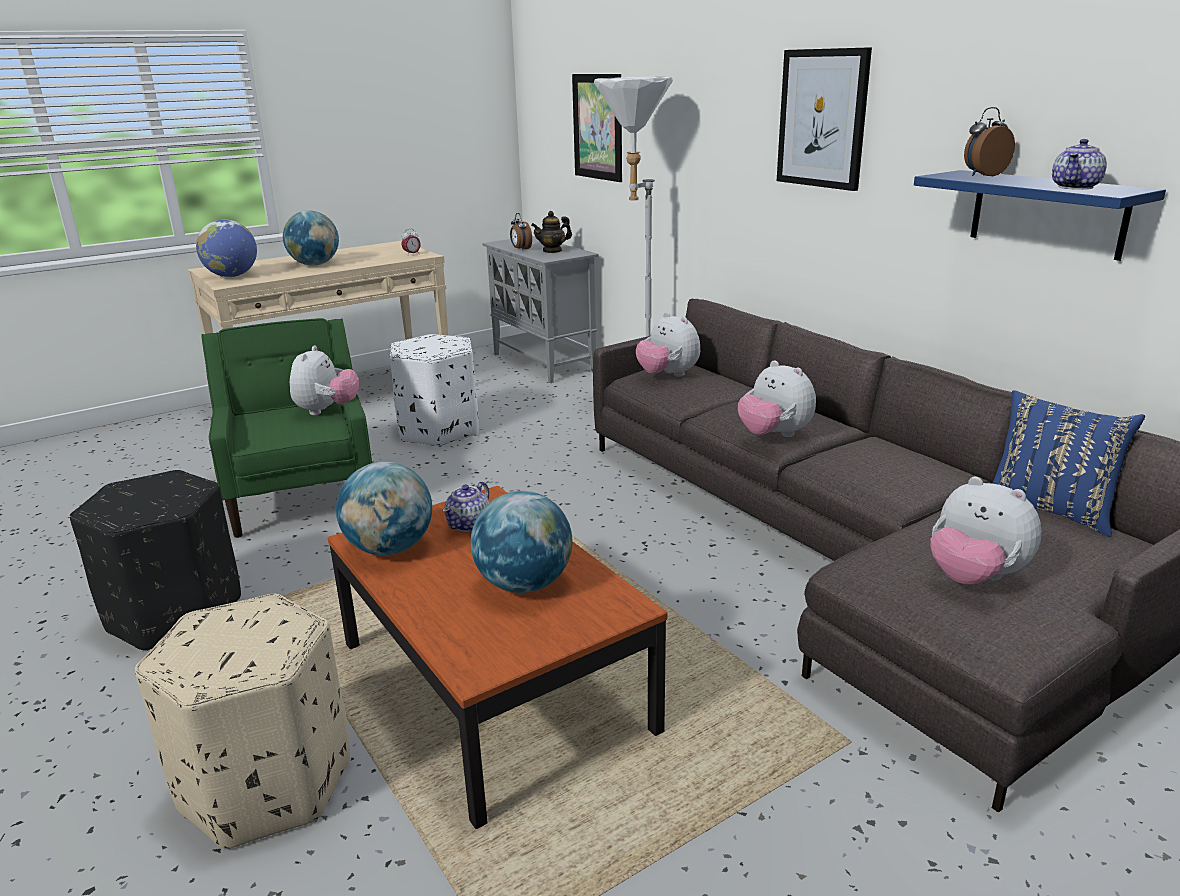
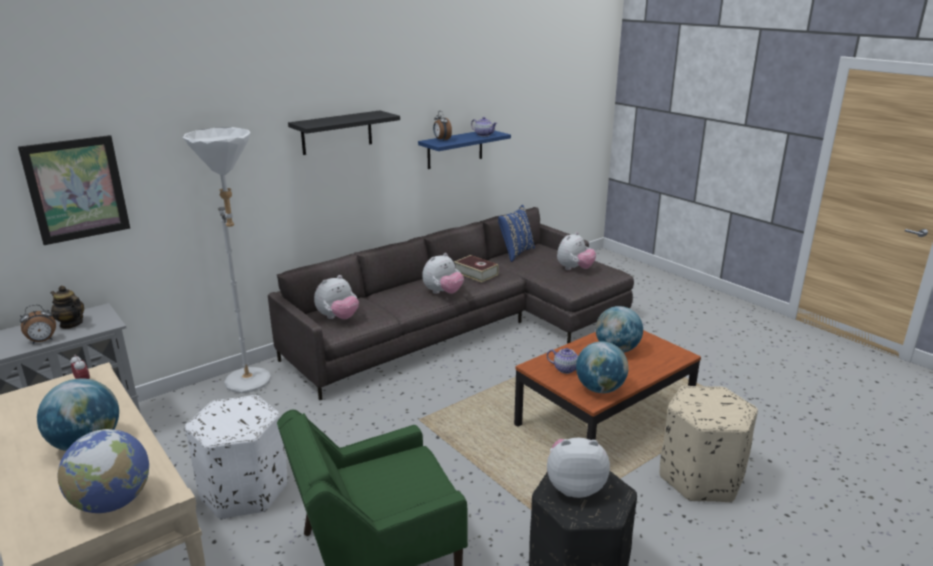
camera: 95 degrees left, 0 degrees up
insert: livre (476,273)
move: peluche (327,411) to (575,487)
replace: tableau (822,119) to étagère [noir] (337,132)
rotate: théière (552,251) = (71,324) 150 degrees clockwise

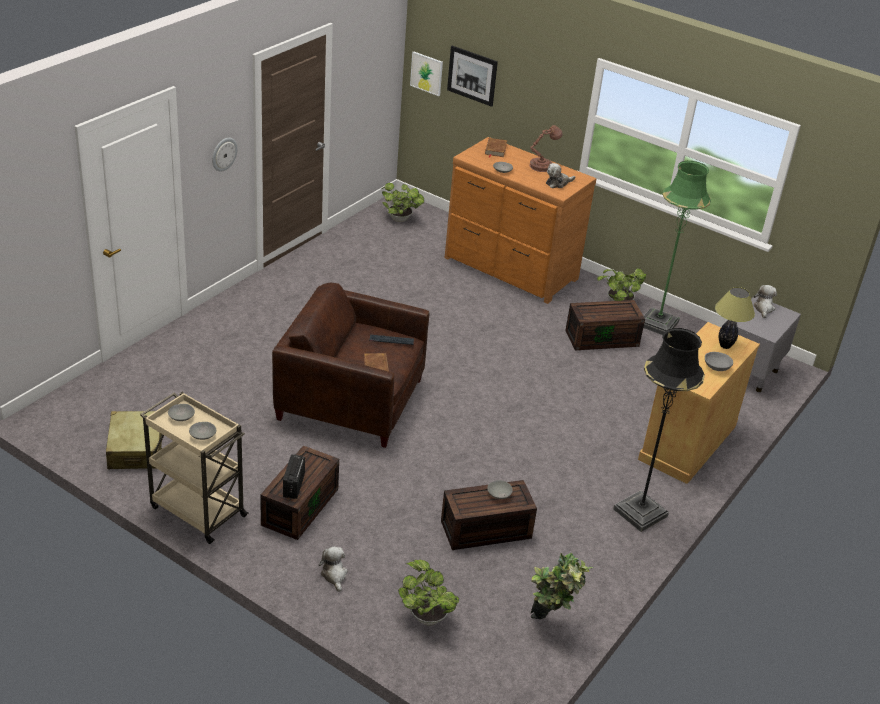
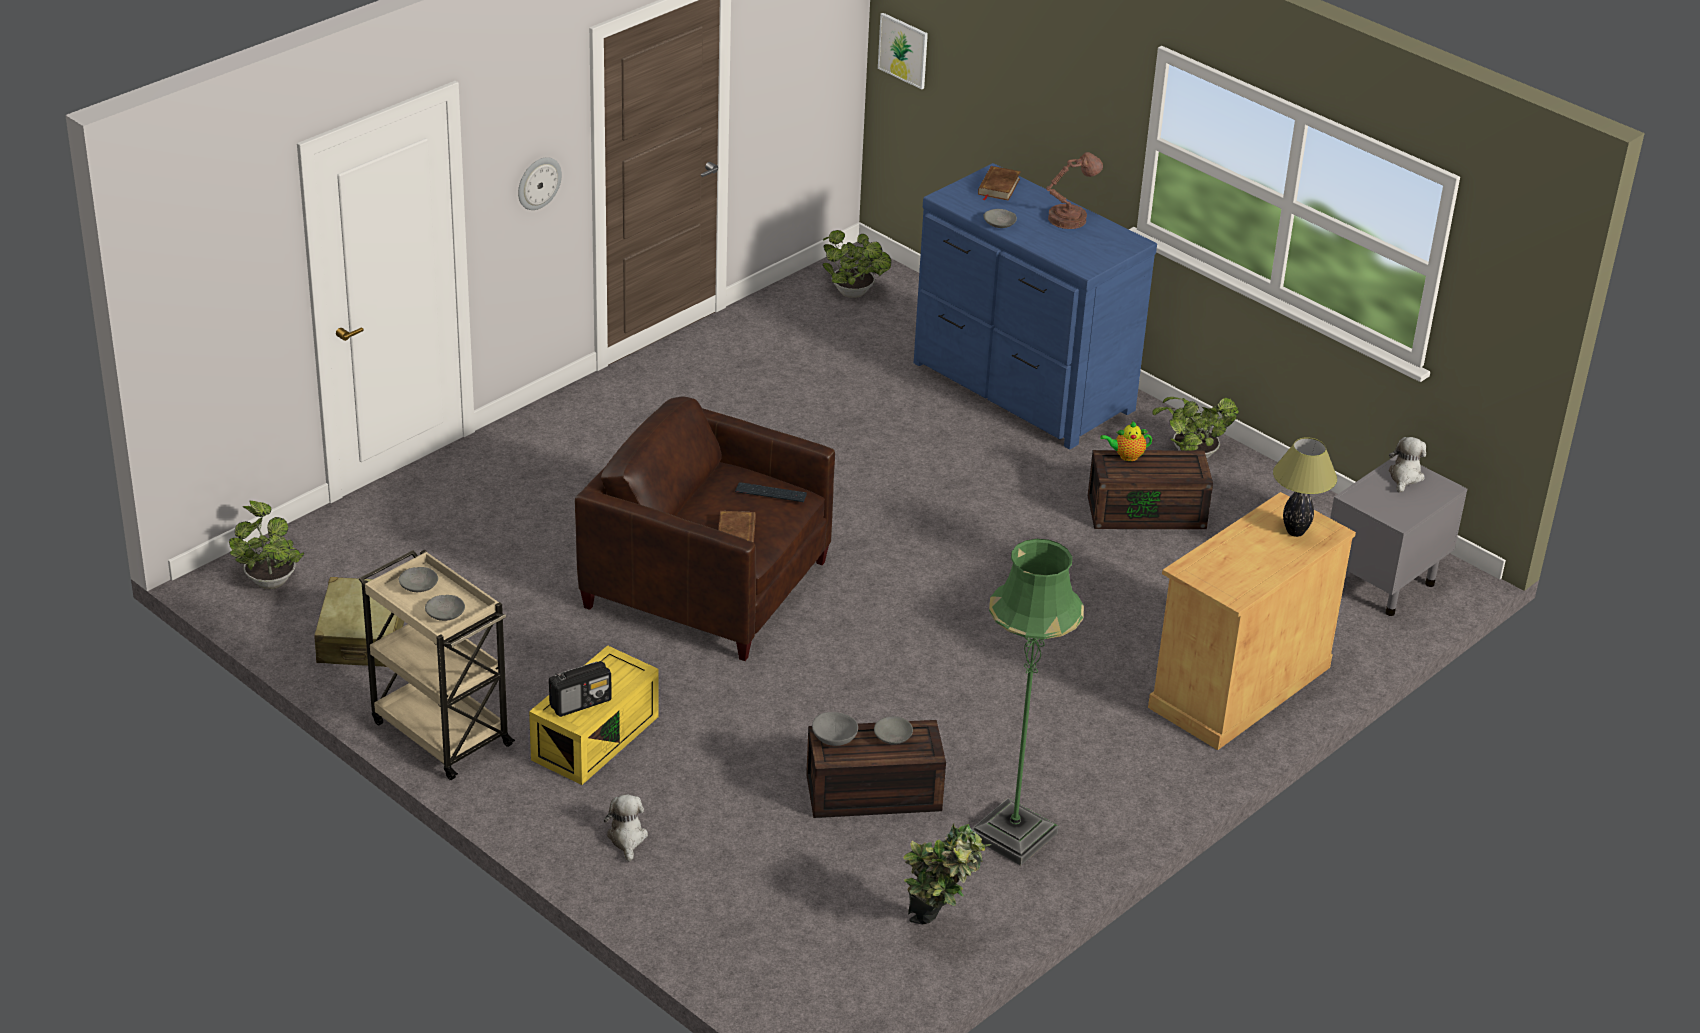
camera: 10 degrees right, 0 degrees up
delete: tableau (472,75); peluche (558,183); lampadaire [noir] (640,513)
insert: théière (1126,456)
move: plante en pot (426,615) to (269,579); lampadaire [vert] (658,324) to (1013,835); bol [gris] (716,368) to (834,739)
recolor: boîte de rangement [marron] (299,505) to boîte de rangement [jaune] (594,736); commode [marron] (510,269) to commode [bleu] (1021,388)
rotate: radio (293,486) = (581,703) 135 degrees counterclockwise

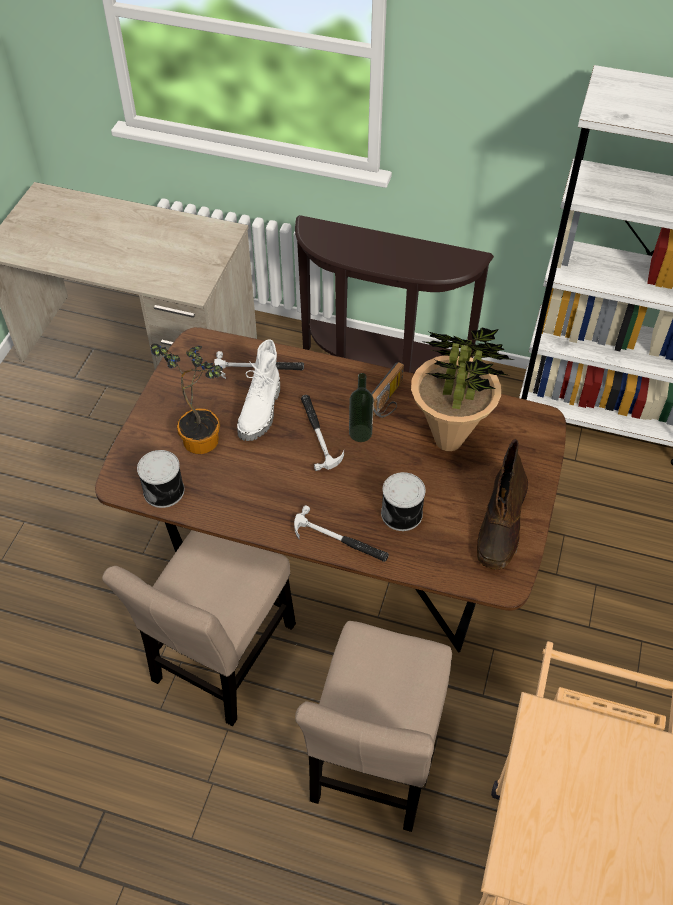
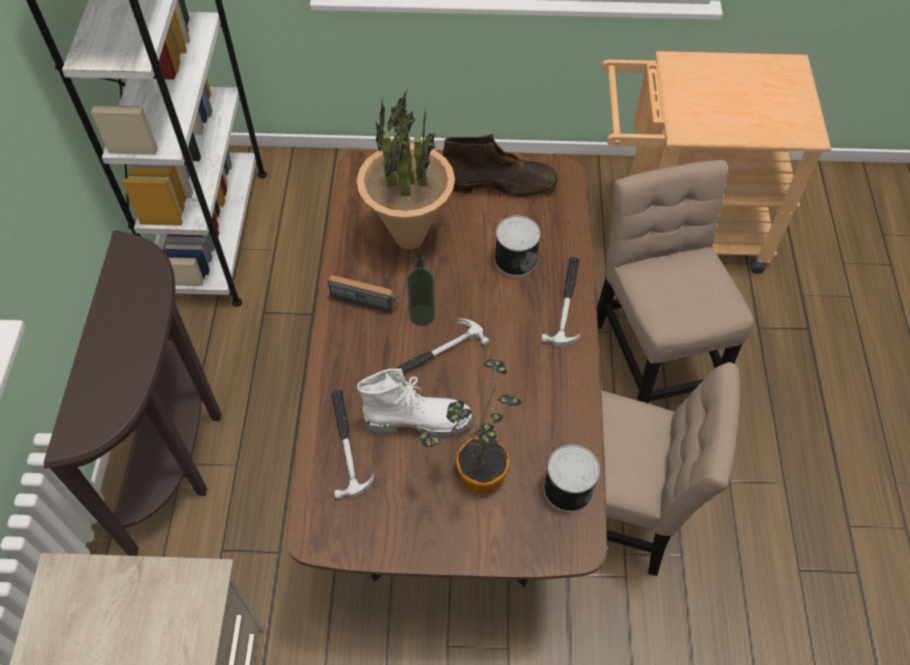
camera: 105 degrees left, 5 degrees up
rotate: chaise [beige] (375,761) = (651,356) 105 degrees counterclockwise

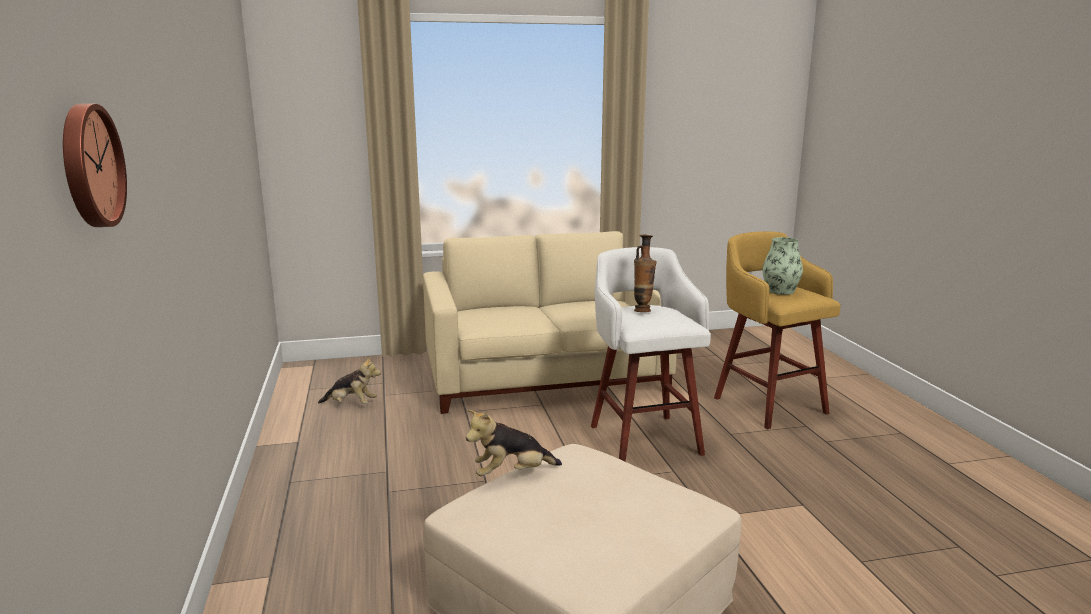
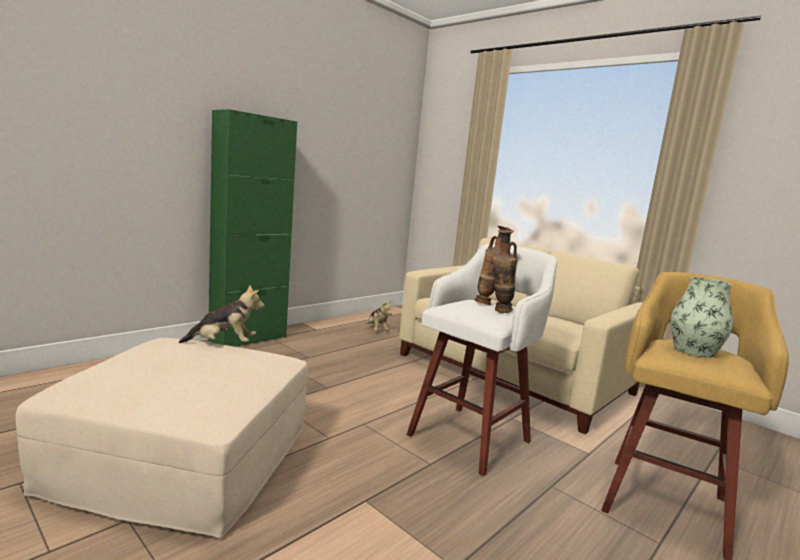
camera: 55 degrees right, 5 degrees down
delete: horloge murale (88,166)
insert: meuble de rangement [vert] (248,338); vase (499,311)
rotate: peluche (511,474) = (223,344) 135 degrees clockwise

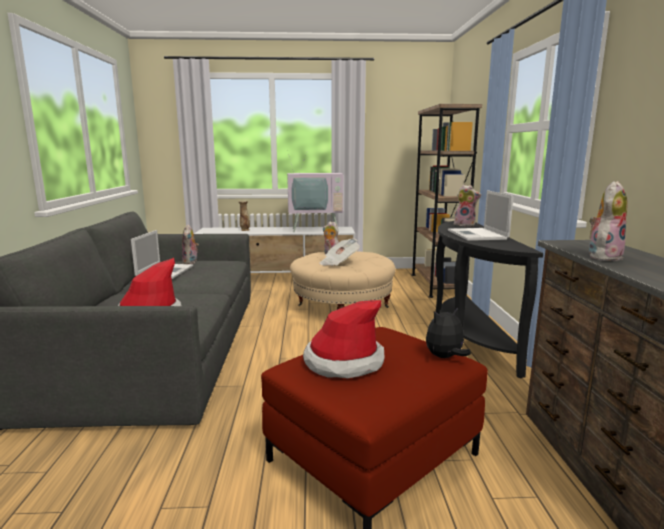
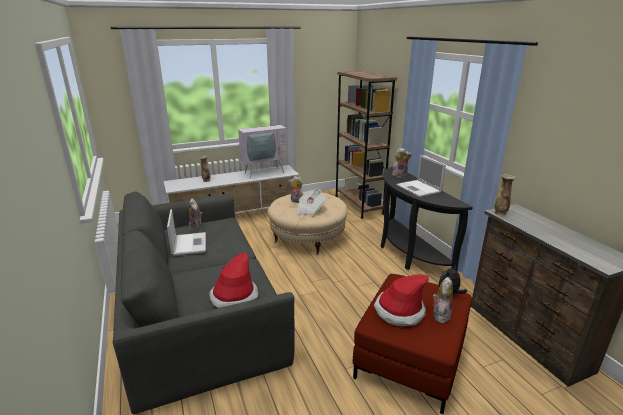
camera: 20 degrees left, 10 degrees up
insert: vase (500,213)
move: peluche (603,256) to (440,315)

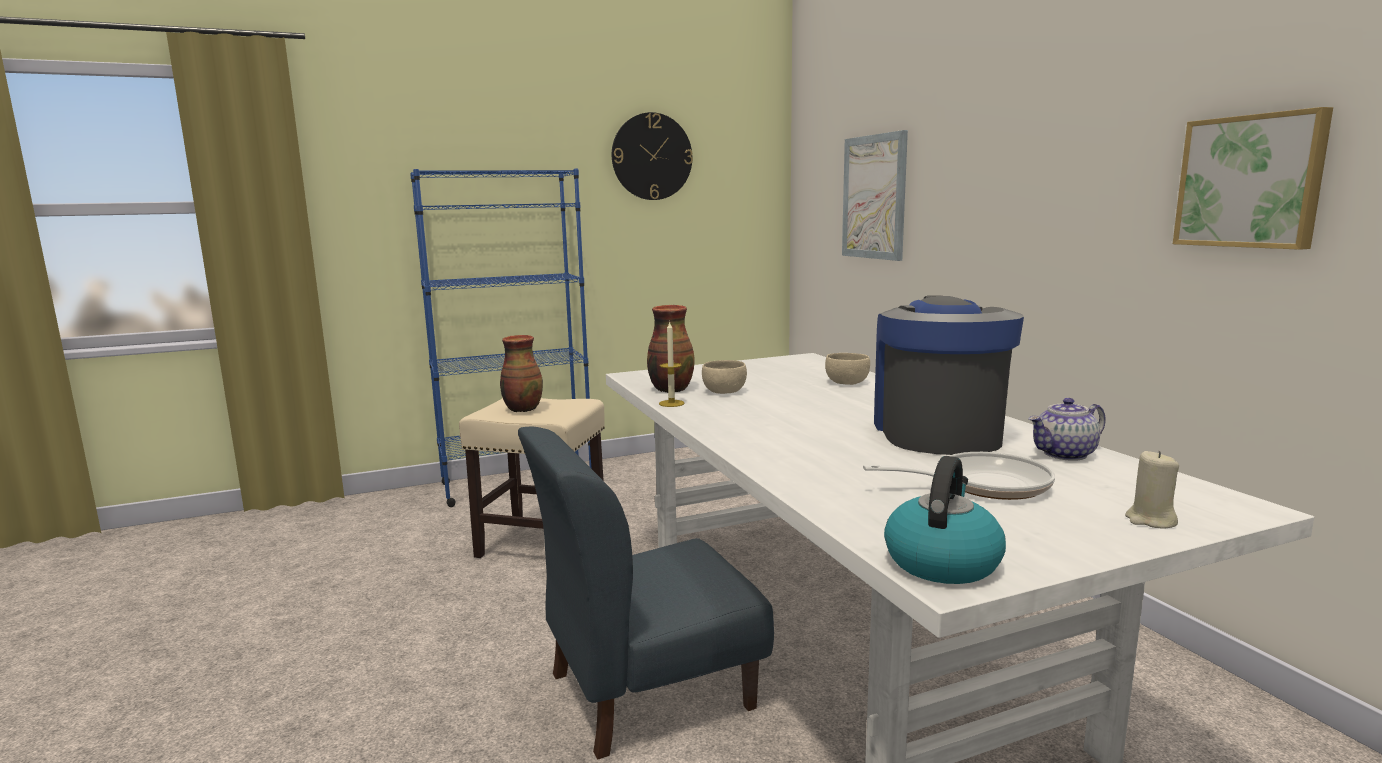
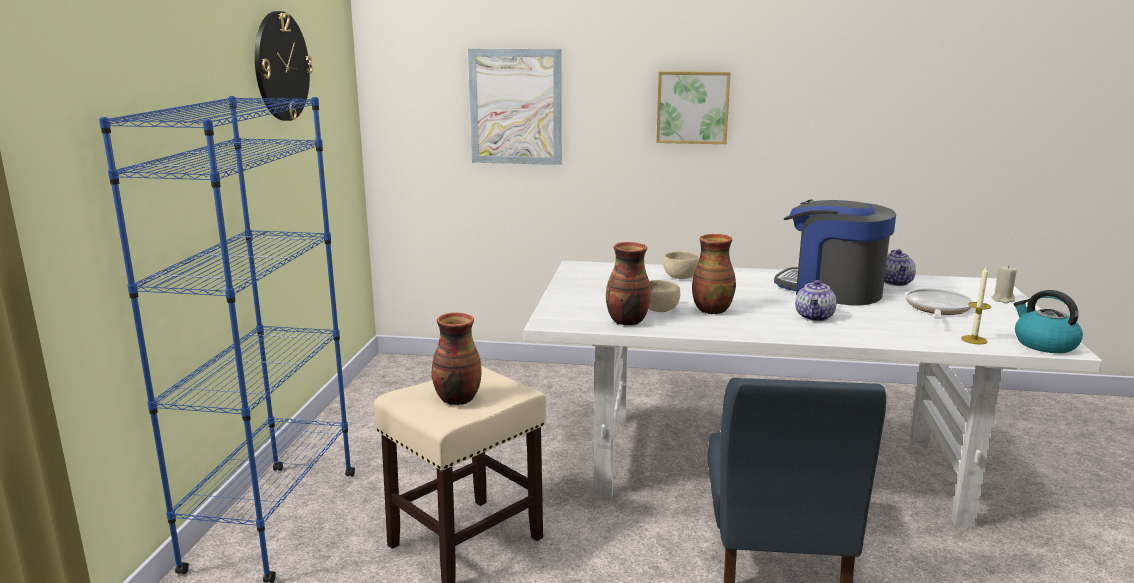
camera: 60 degrees left, 5 degrees up
insert: vase (711,310); théière (815,317)
move: bougie (671,403) to (974,340); tableau (1250,181) to (692,107)

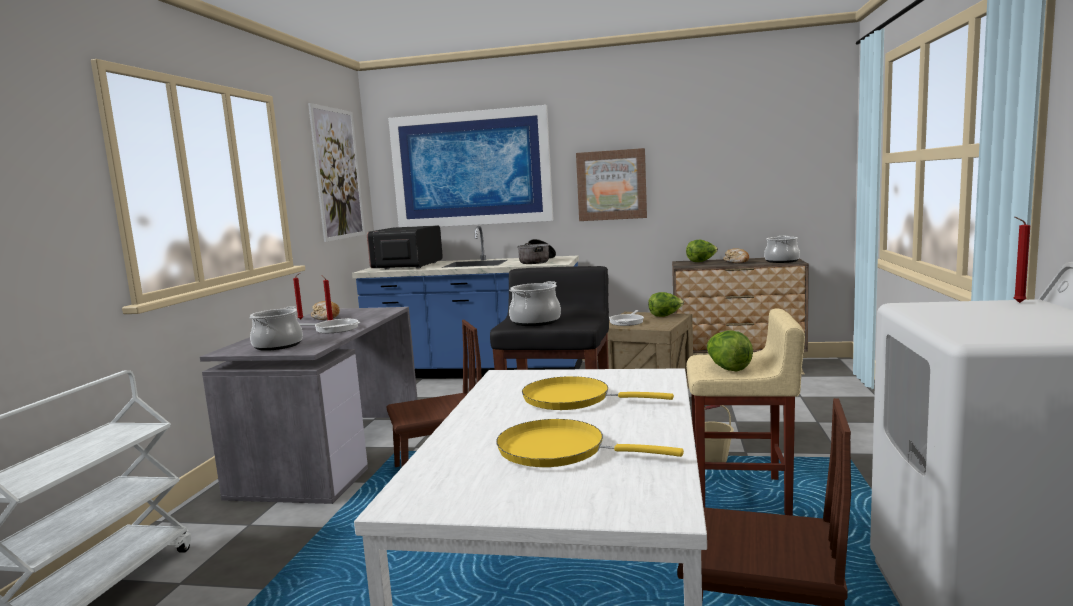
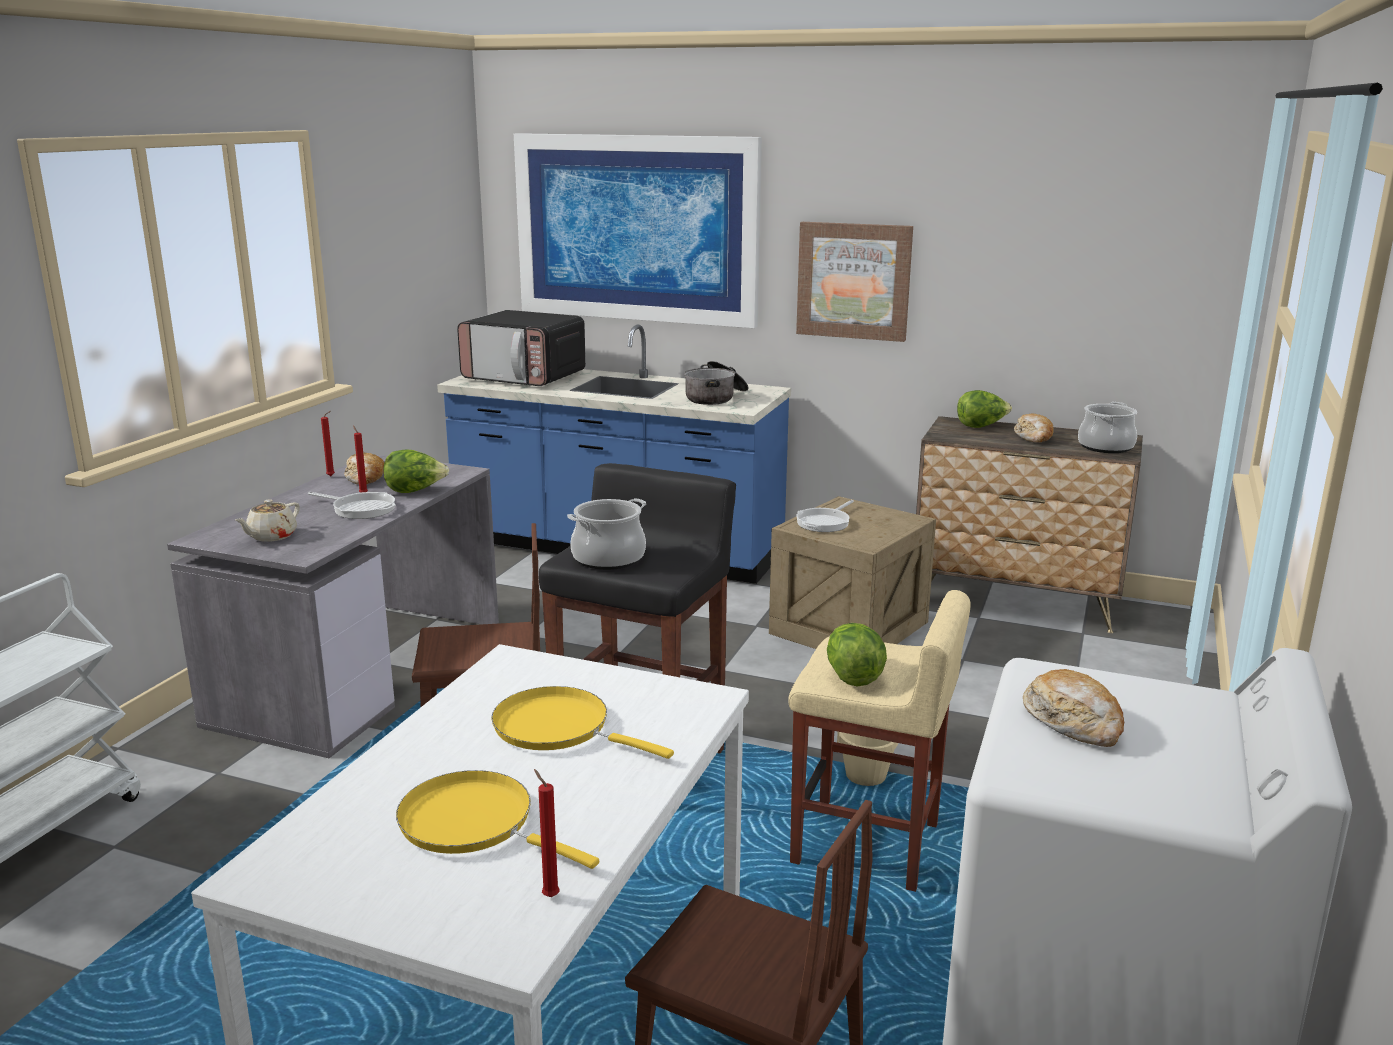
camera: 10 degrees right, 10 degrees up
delete: tableau (338,174)
insert: pain (1073,722)
move: laitue (665,316) to (415,491); bougie [rouge] (1017,302) to (549,895)
replace: marmite (277,345) to théière [beige] (271,536)
rotate: micro-ondes (407,266) = (525,377) 90 degrees counterclockwise

